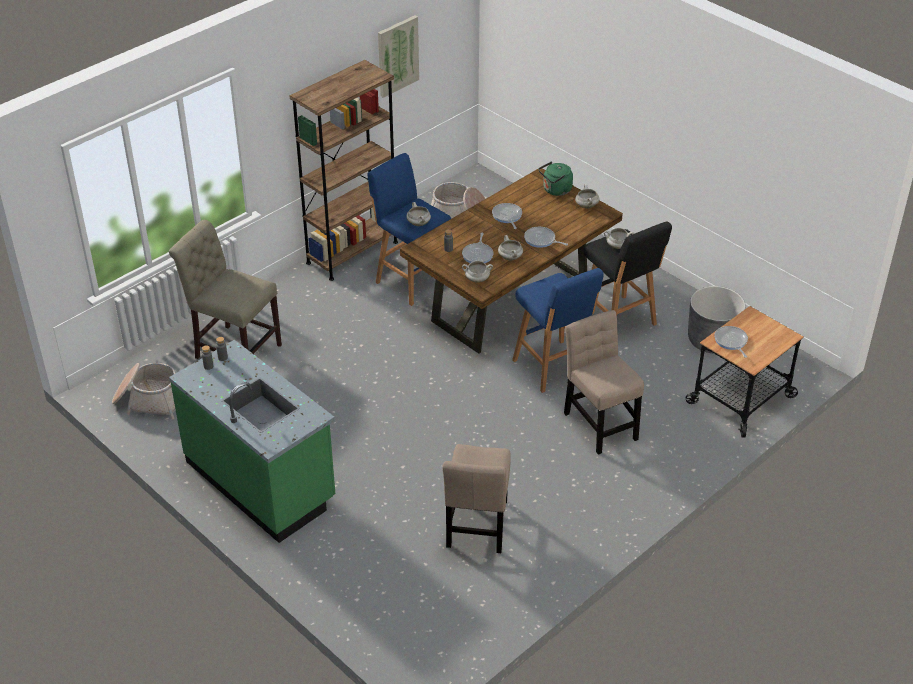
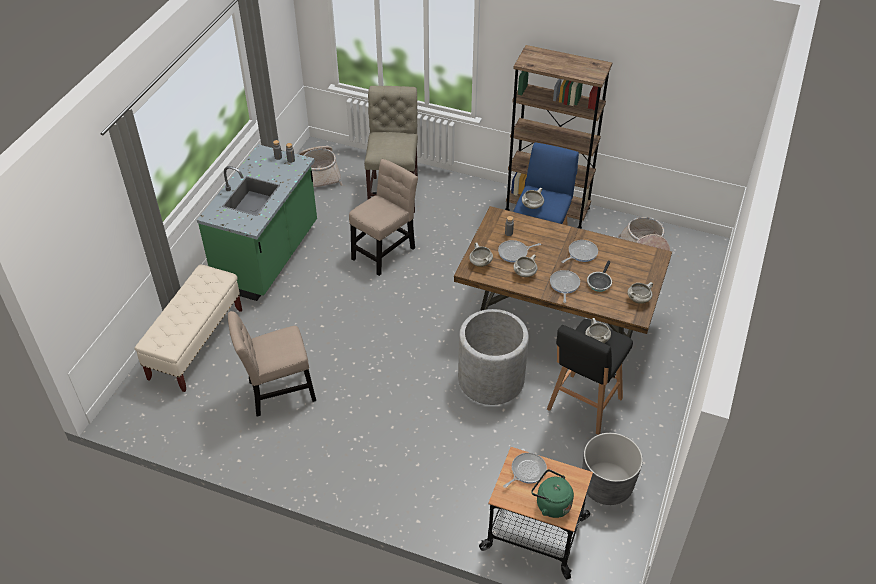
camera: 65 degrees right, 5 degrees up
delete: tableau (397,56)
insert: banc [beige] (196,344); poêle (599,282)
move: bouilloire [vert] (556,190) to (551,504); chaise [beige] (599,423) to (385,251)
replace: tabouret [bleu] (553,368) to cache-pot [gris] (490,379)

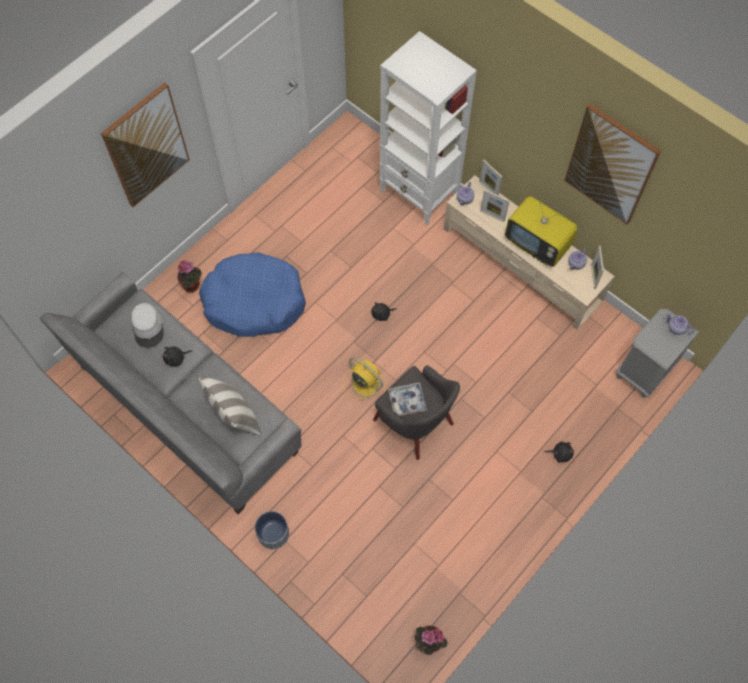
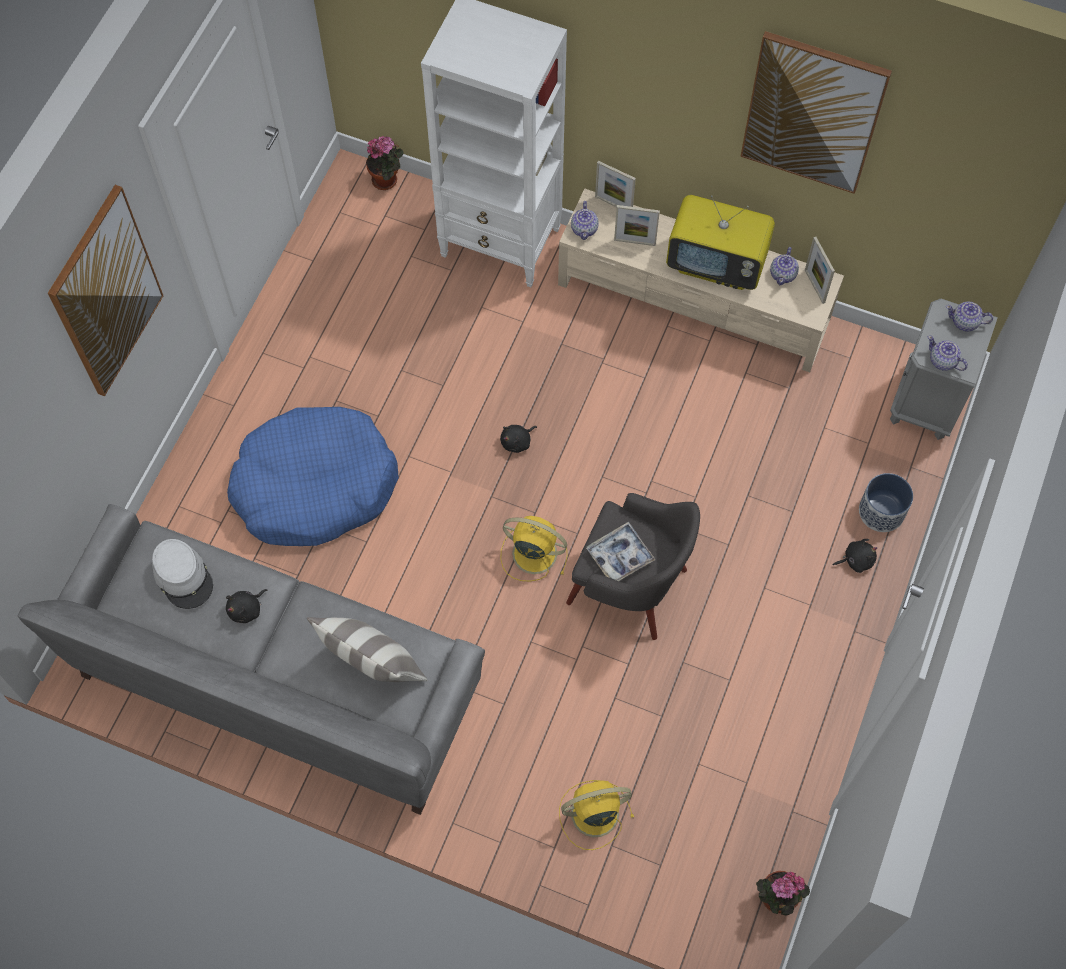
camera: 20 degrees left, 0 degrees up
insert: ventilateur [jaune] (592,814); théière (943,361)
move: plante en pot (193,286) to (387,180); cache-pot (273,534) to (881,512)

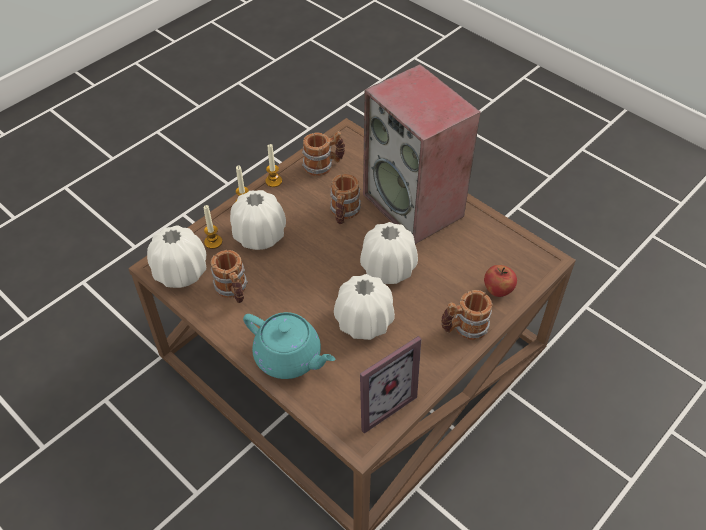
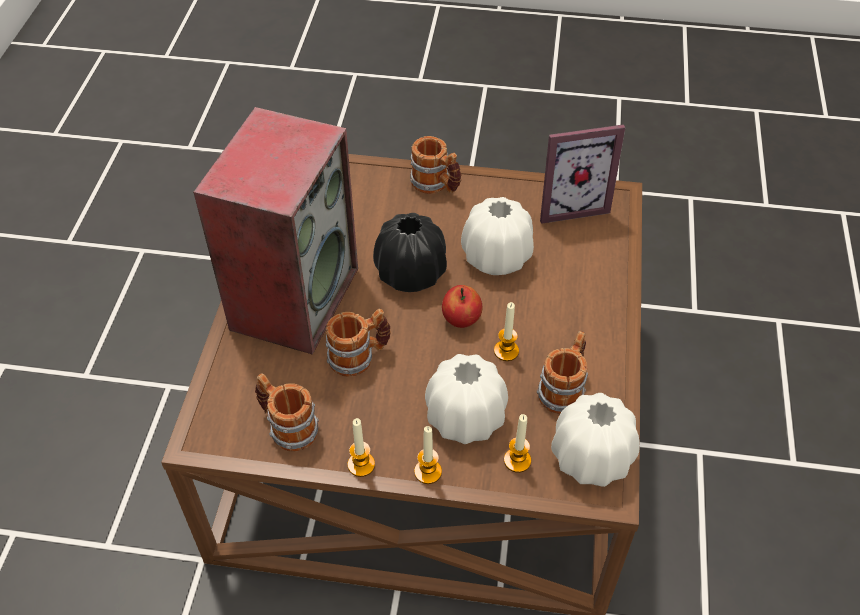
camera: 125 degrees left, 0 degrees up
delete: théière [turquoise] (289,357)
insert: bougie (506,351)
move: pomme (498,290) to (461,320)
recolor: vase [blanc] (388,269) to vase [noir] (411,274)
rotate: cadre photo (378,401) = (569,204) 150 degrees clockwise

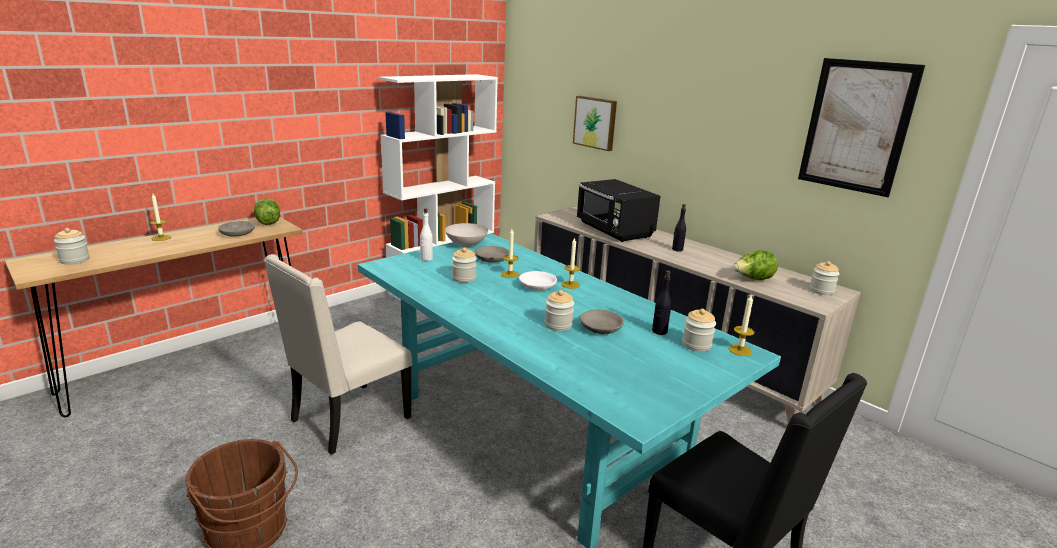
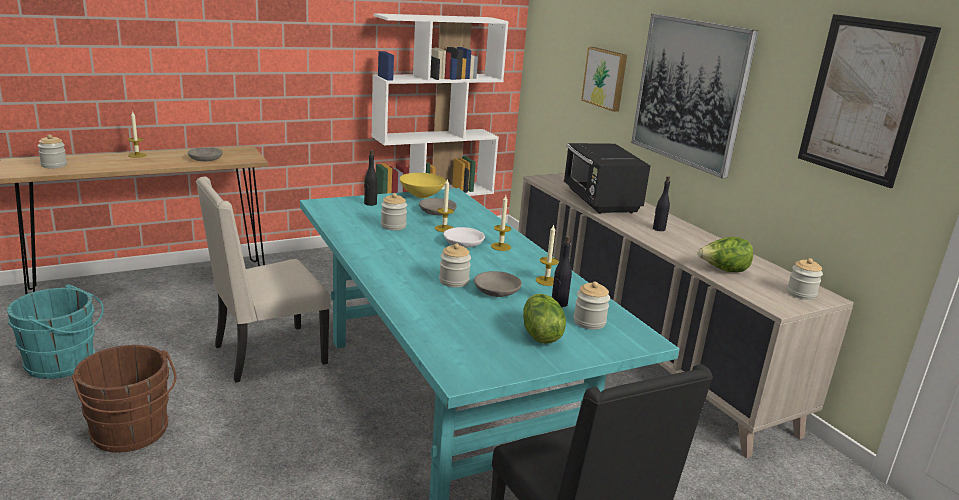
camera: 15 degrees right, 0 degrees up
insert: seau [turquoise] (64,363); tableau (690,92)
move: laitue (267,222) to (539,334); bougie (740,350) to (546,281)
recolor: bouteille [blanc] (426,259) to bouteille [noir] (370,203); bol [blanc] (467,245) to bol [jaune] (422,196)

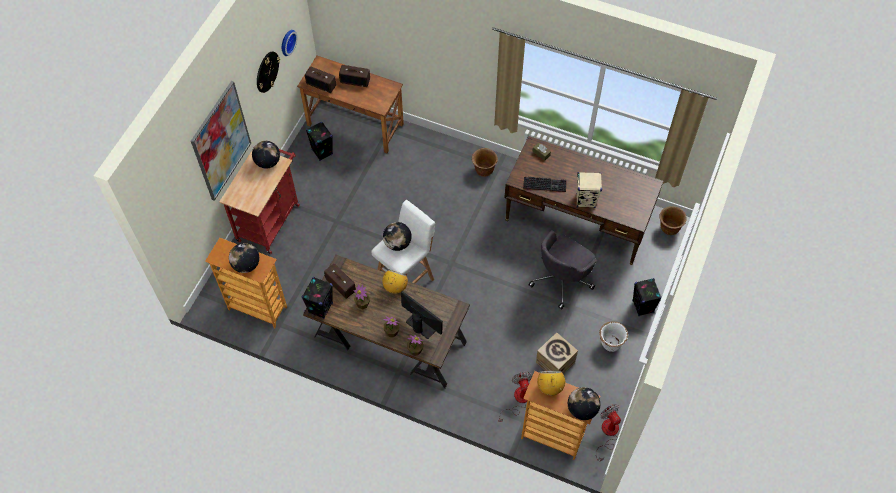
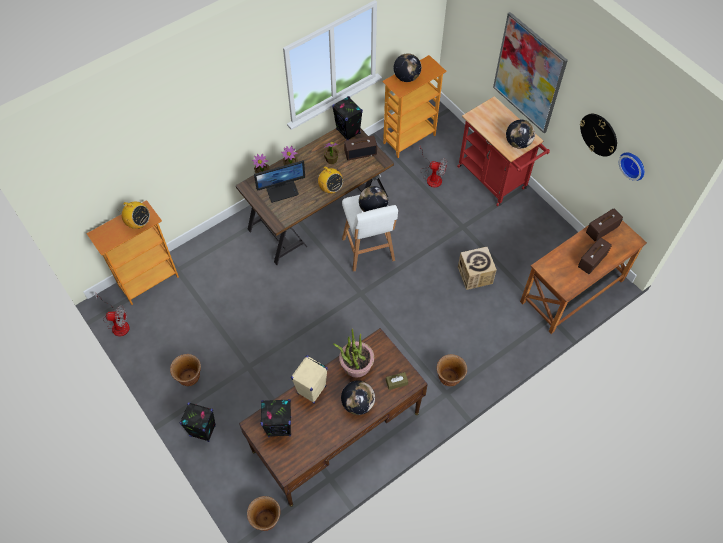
camera: 120 degrees right, 0 degrees up
delete: chaise de bureau [gris] (561,279)
move: enceinte [noir] (322,152) to (280,427); ventilateur (518,400) to (432,176); carton (555,362) to (475,275); globe (582,409) to (358,403)
replace: clavier (545,184) to plante en pot (356,364)
recolor: cache-pot [blanc] (610,344) to cache-pot [marron] (189,377)

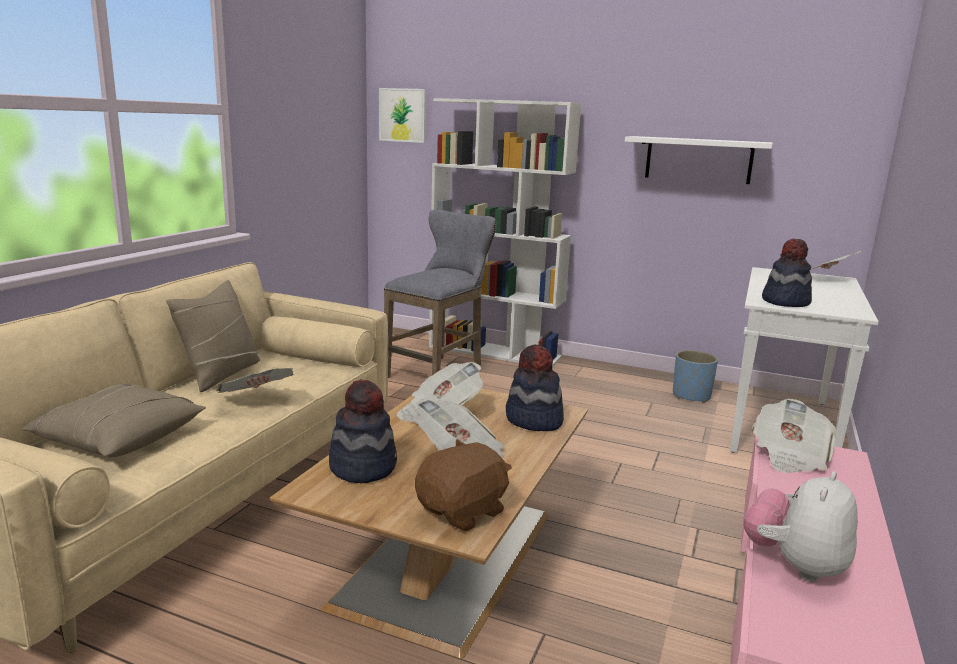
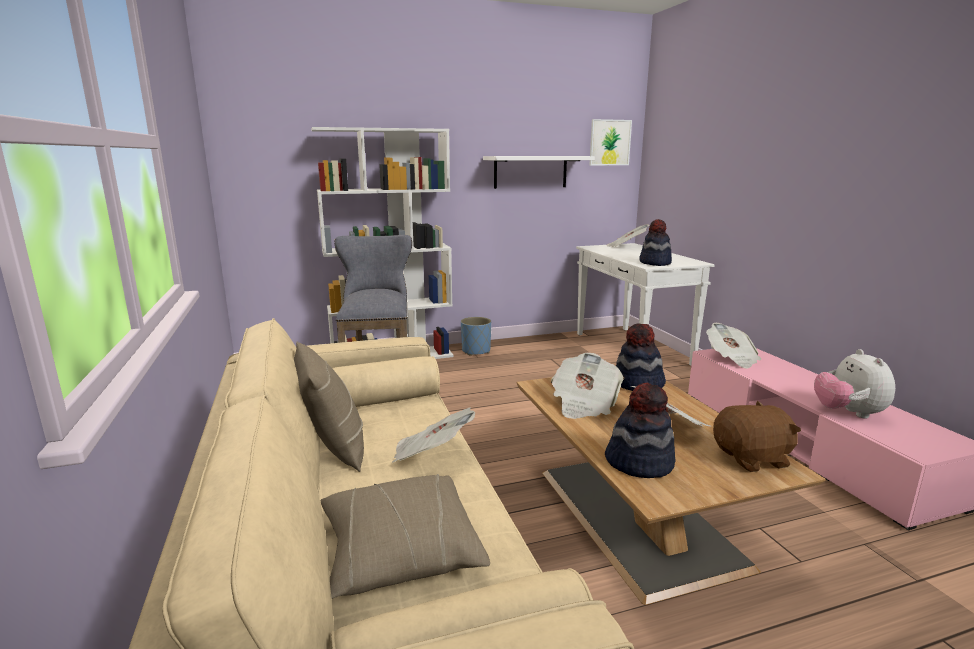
camera: 40 degrees left, 0 degrees up
move: tableau (403,115) to (610,142); cache-pot [bleu] (691,396) to (476,351)
rotate: peluche [marron] (463,511) = (752,458) 75 degrees clockwise

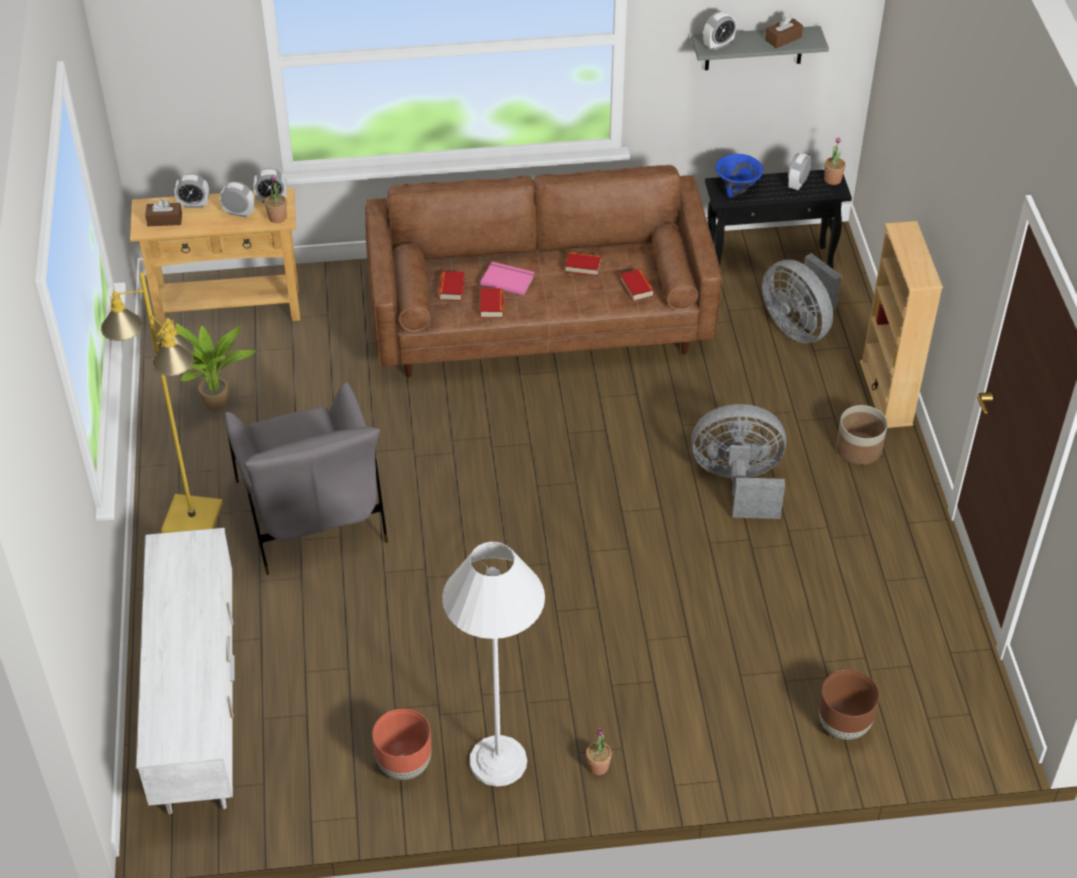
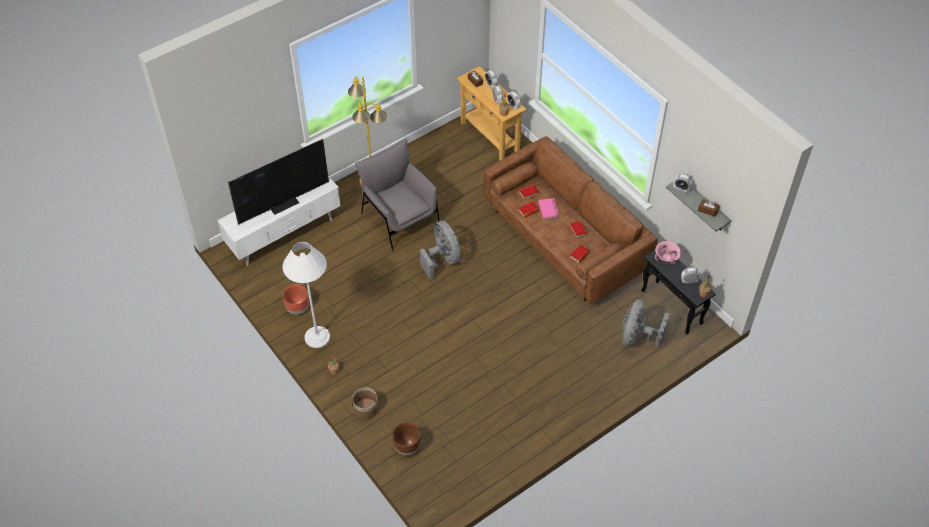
camera: 60 degrees right, 5 degrees up
delete: plante en pot (215,408); bibliothèque [beige] (886,393)
insert: téléviseur (283,203)
move: ventilateur [gris] (738,483) to (442,259); cache-pot (858,449) to (366,409)
recolor: bol [bleu] (737,188) to bol [rose] (666,259)
rotate: fauteuil [gris] (311,513) = (400,219) 105 degrees clockwise

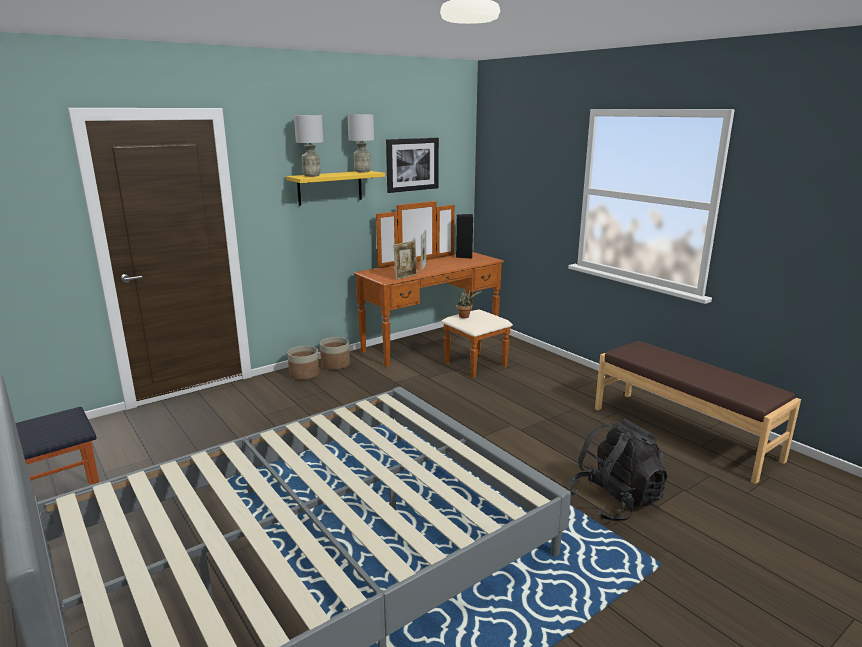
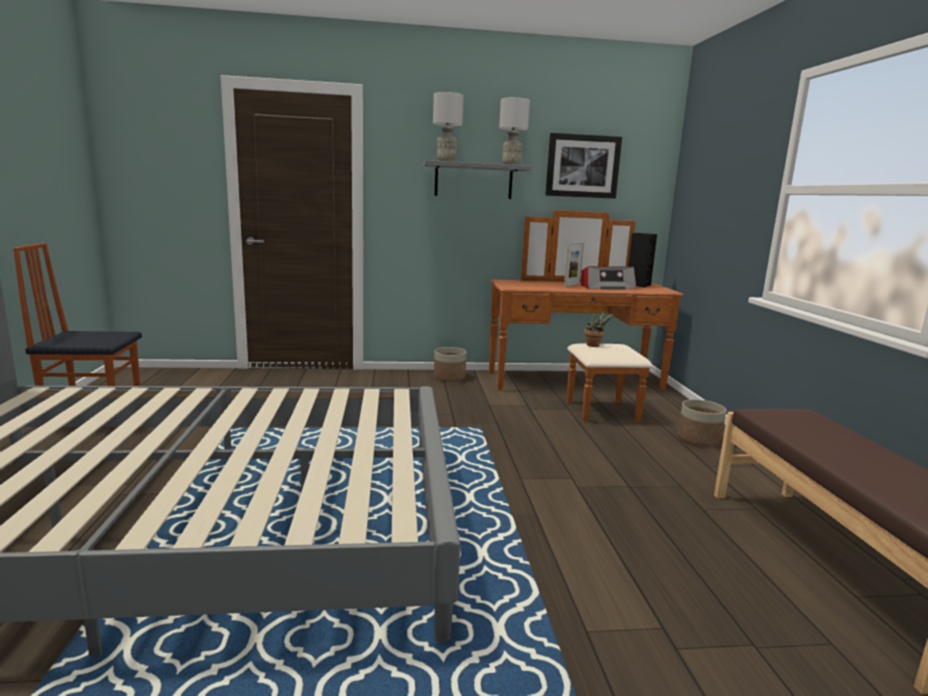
camera: 30 degrees right, 5 degrees down
delete: cadre photo (406,277); sac à dos [noir] (615,501)
insert: radio (606,287)
move: cache-pot (304,374) to (698,439)
recolor: étagère [jaune] (330,187) to étagère [gris] (473,181)

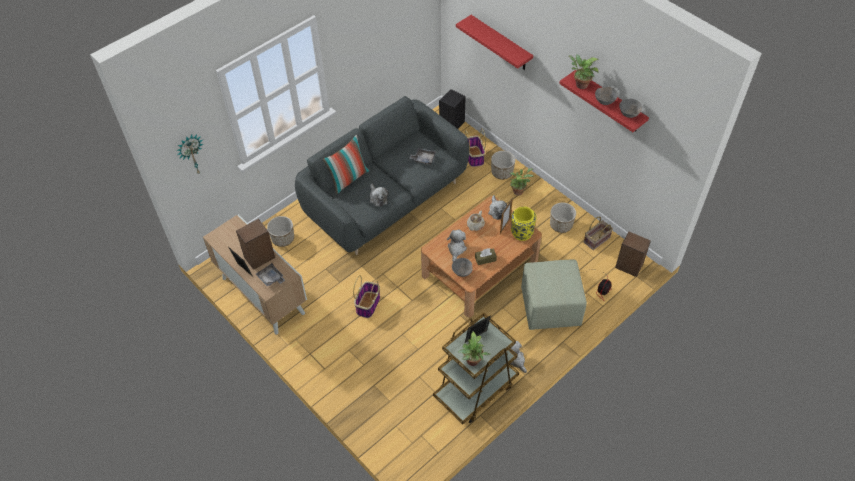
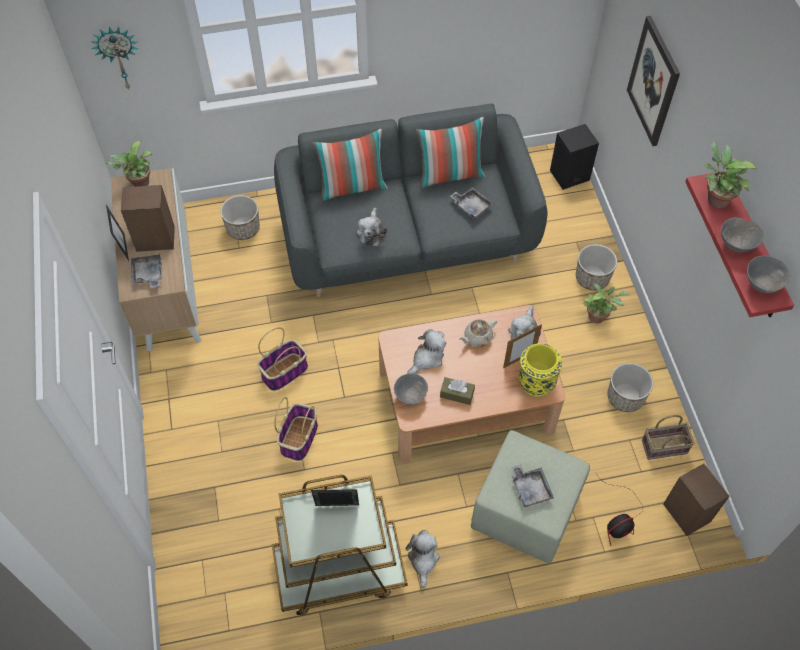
camera: 30 degrees right, 5 degrees up
insert: coussin (450,175); plateau [gris] (530,488)
move: plante en pot (472,362) to (139,184); panier (474,156) to (299,437)
replace: étagère [rouge] (501,44) to tableau (653,82)

